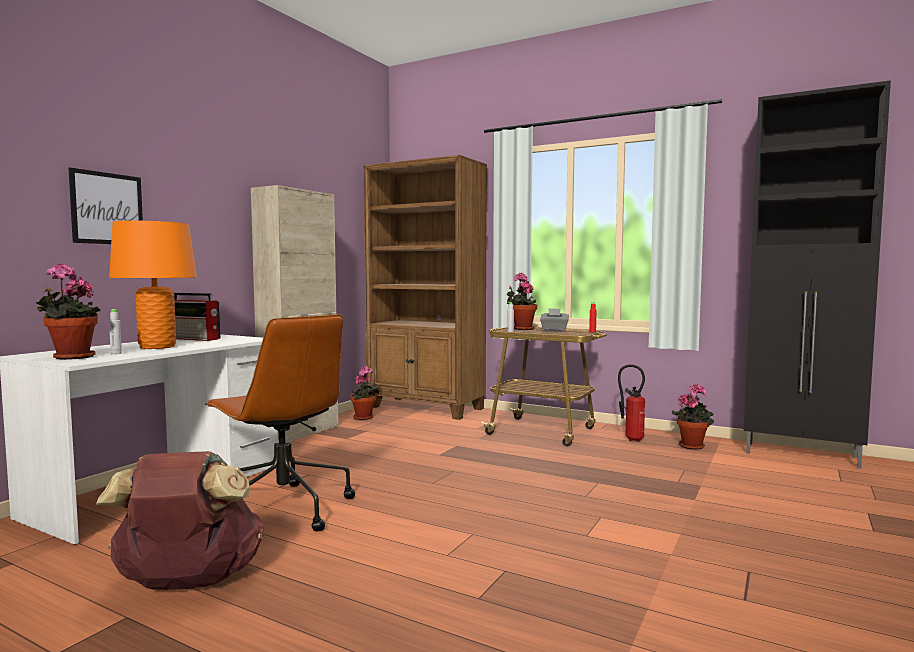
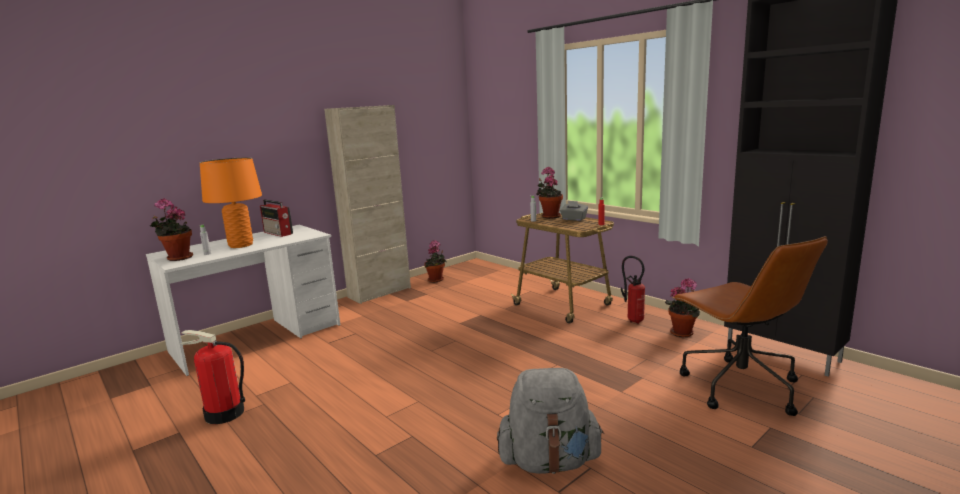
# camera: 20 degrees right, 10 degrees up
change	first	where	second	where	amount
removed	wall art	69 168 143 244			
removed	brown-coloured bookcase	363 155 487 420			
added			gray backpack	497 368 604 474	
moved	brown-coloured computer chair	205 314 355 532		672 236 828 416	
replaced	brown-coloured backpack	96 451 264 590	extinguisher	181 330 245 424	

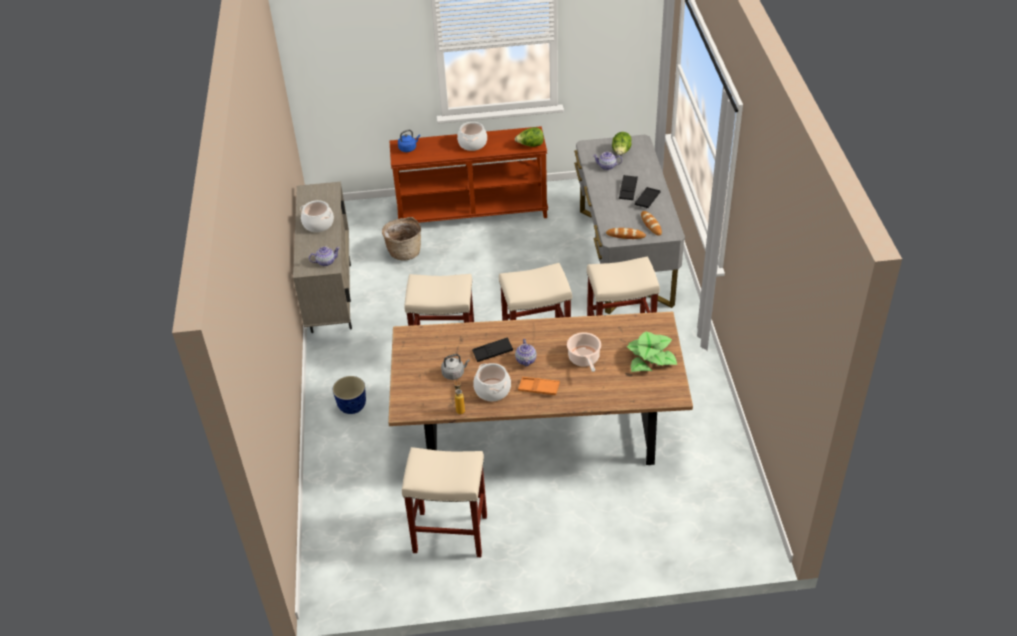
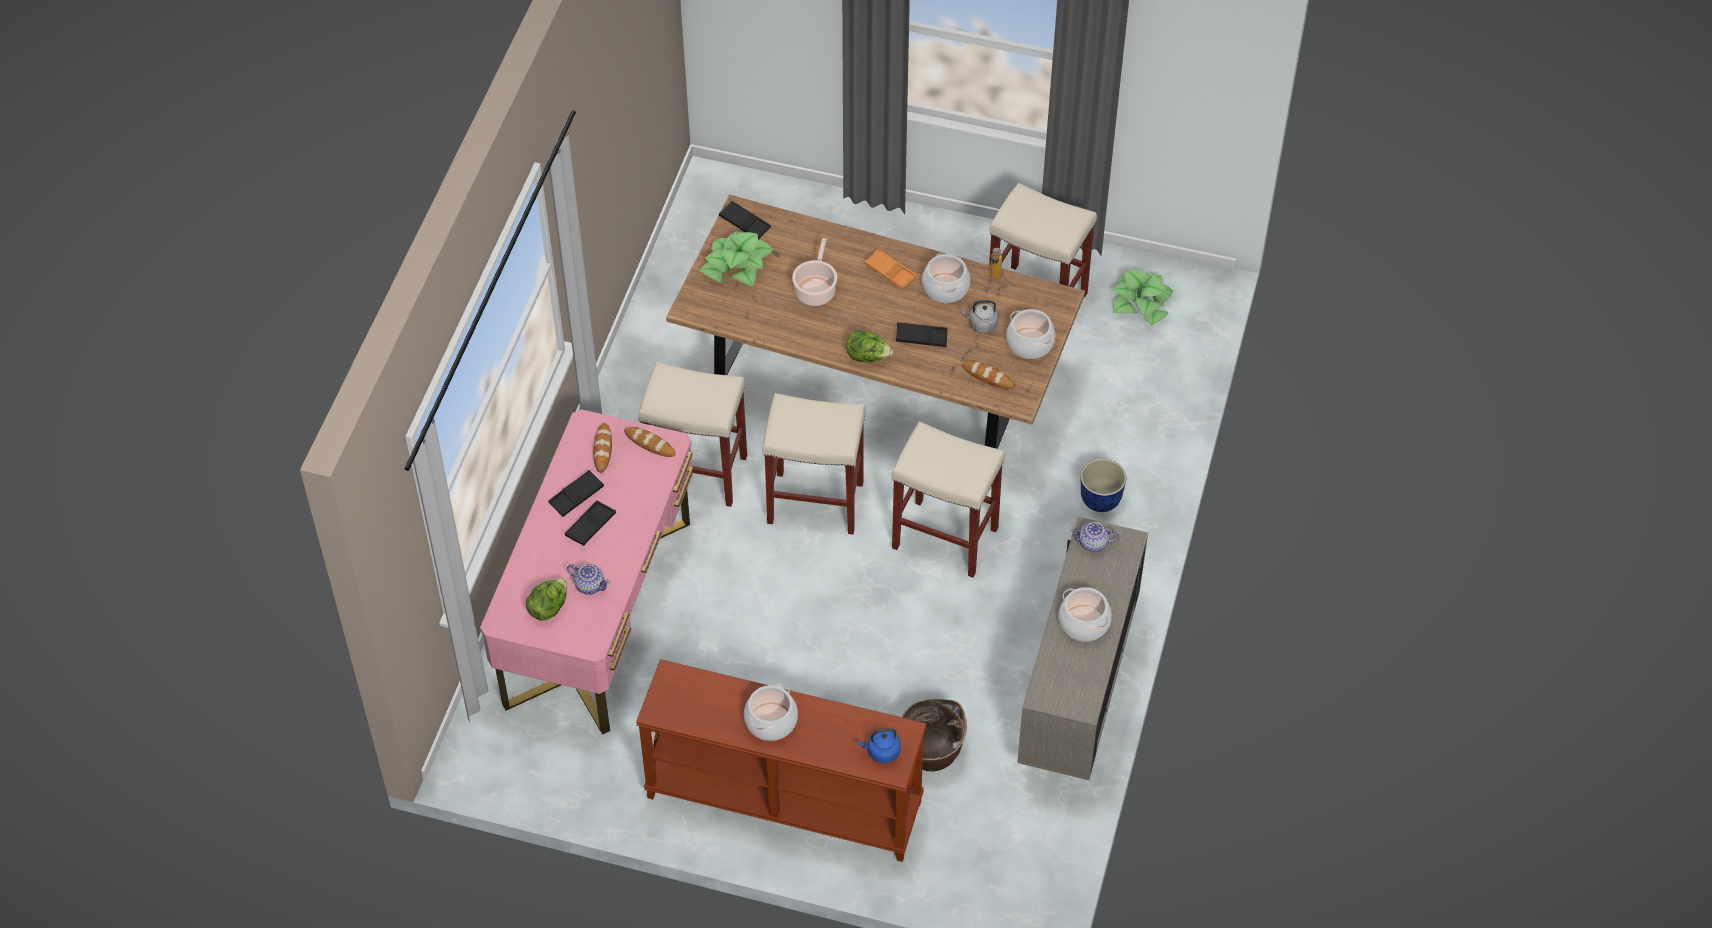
# camera: 160 degrees left, 10 degrees up
change	first	where	second	where	amount
removed	teapot	515 339 537 367			
added			black tray	719 201 771 239	
added			baked bread	962 361 1015 389	
added			stockpot	1006 309 1055 359	
added			plant in a pot	1113 269 1173 326	
moved	head of lettuce	515 127 544 147		846 330 893 363	
recoloured	gray desk unit	574 135 685 314	pink desk unit	480 409 694 735	

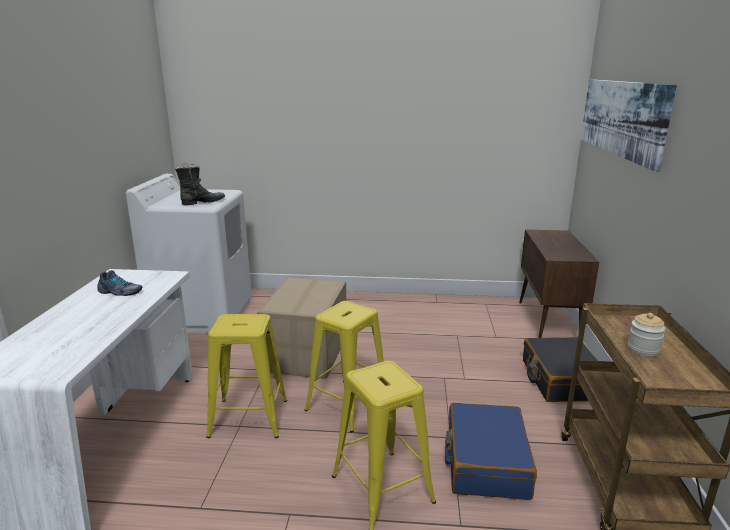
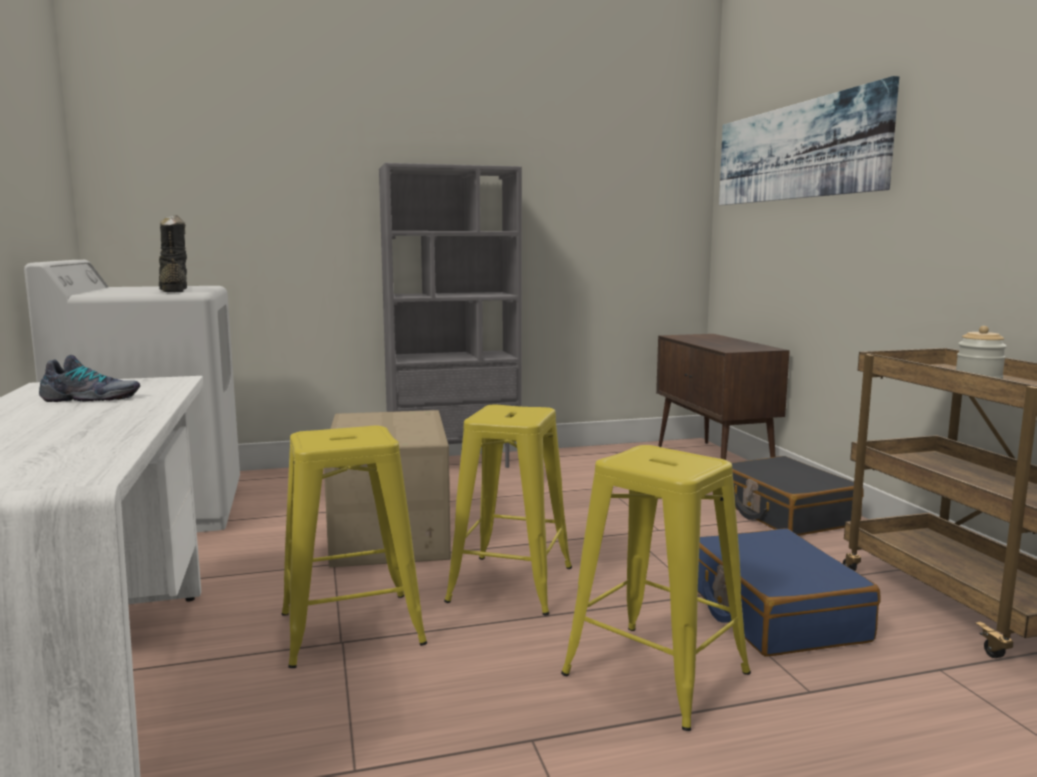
# camera: 20 degrees left, 10 degrees down
change	first	where	second	where	amount
added			gray bookcase	379 163 522 468	
turned	black tall boot	175 163 225 205		159 215 187 292	60 degrees counterclockwise

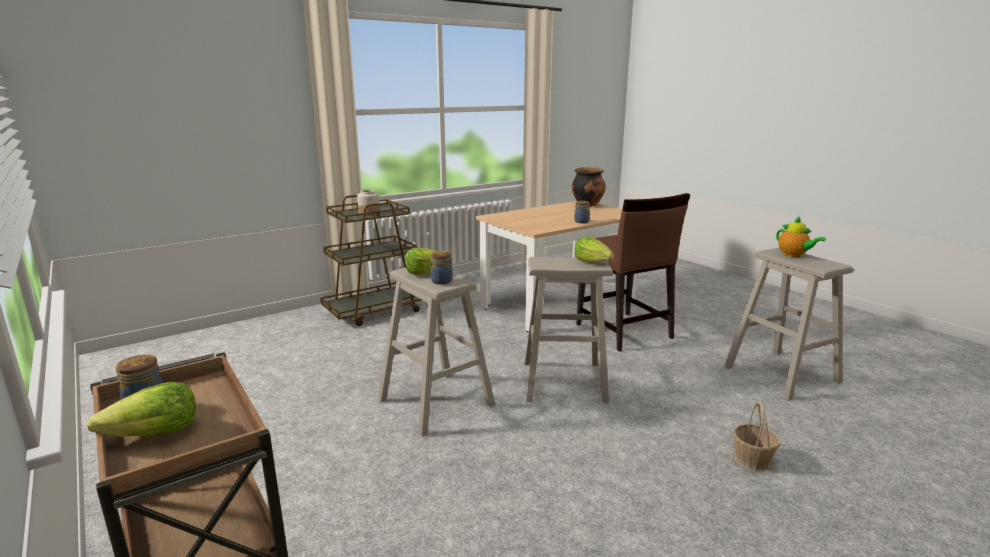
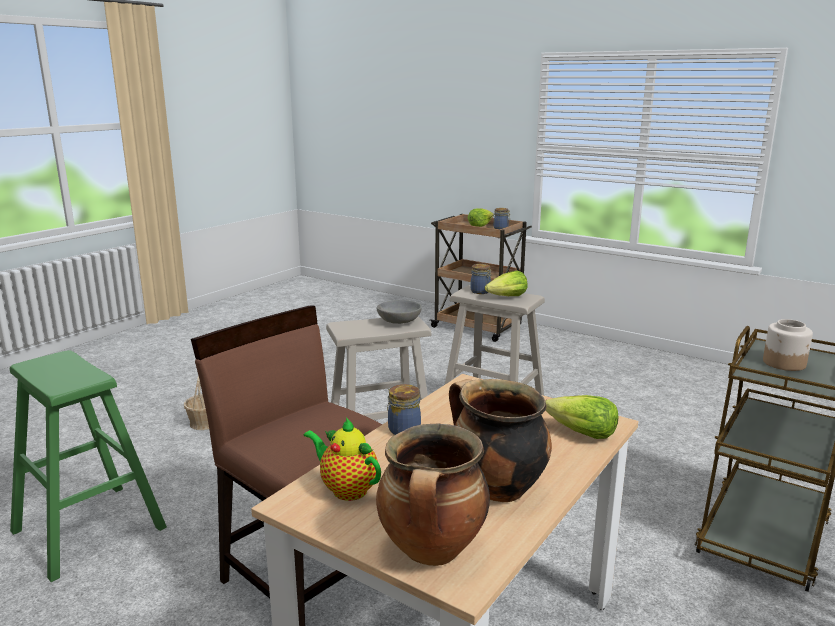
# camera: 160 degrees right, 0 degrees up
change	first	where	second	where	amount
added			gray serving bowl	376 300 422 324	
added			stockpot	449 379 552 502	
moved	head of lettuce	574 237 614 263		545 395 618 439	
moved	teapot	776 216 826 257		304 417 381 501	
recoloured	beige-coloured sitting stool	724 248 853 401	green sitting stool	10 350 167 582	

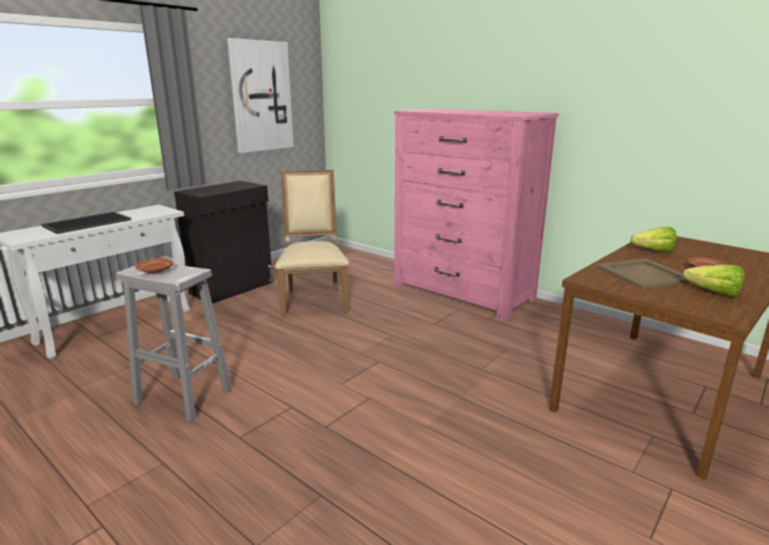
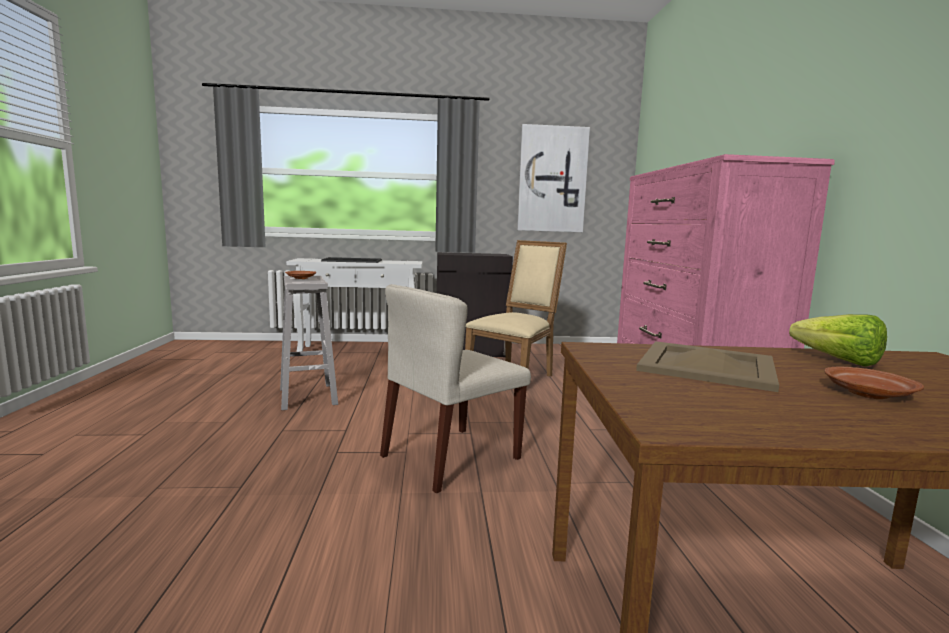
# camera: 45 degrees right, 10 degrees down
change	first	where	second	where	amount
removed	head of lettuce	683 265 745 297			
added			beige-coloured chair	380 284 531 493	

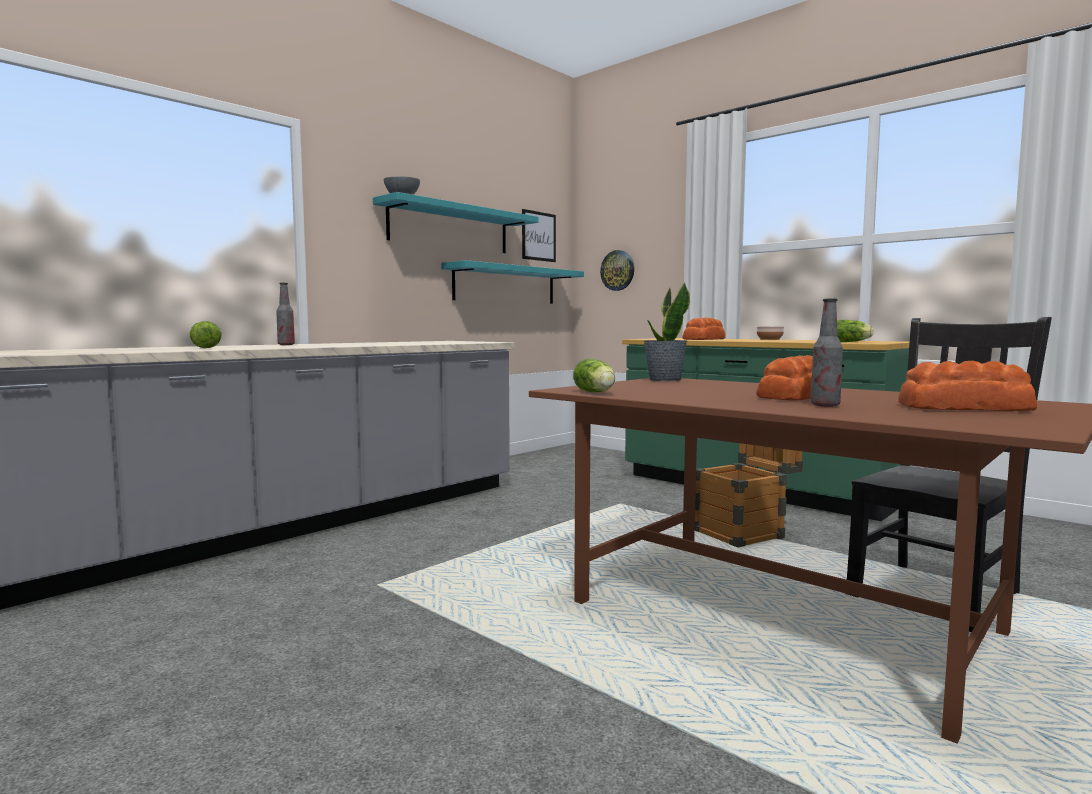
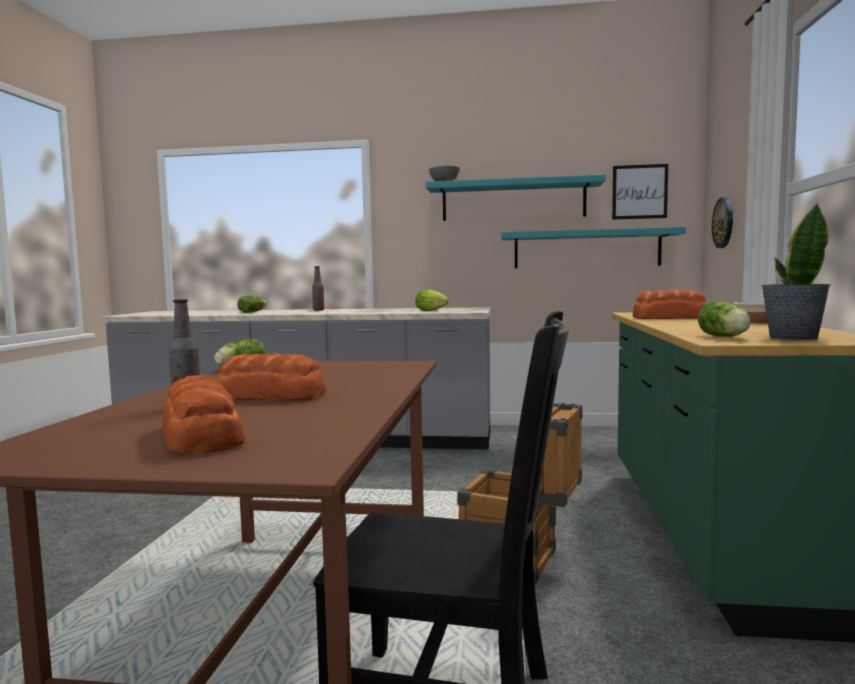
# camera: 55 degrees right, 0 degrees up
change	first	where	second	where	amount
added			head of lettuce	415 289 449 311	
moved	plant in a pot	644 283 690 381		761 204 831 340	

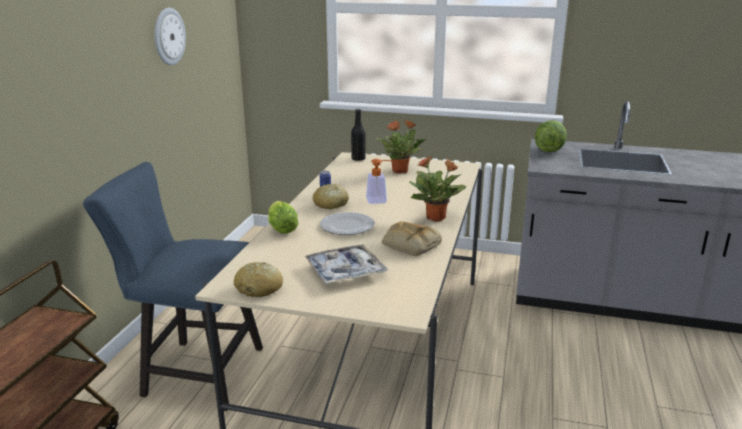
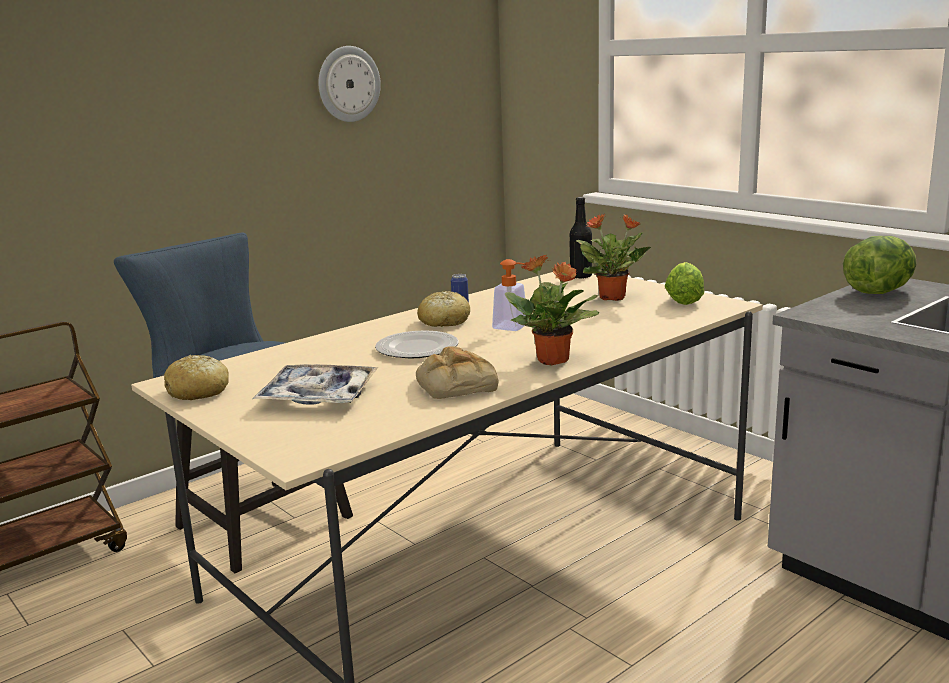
# camera: 35 degrees right, 5 degrees down
change	first	where	second	where	amount
moved	head of lettuce	268 201 299 234		665 262 704 305	

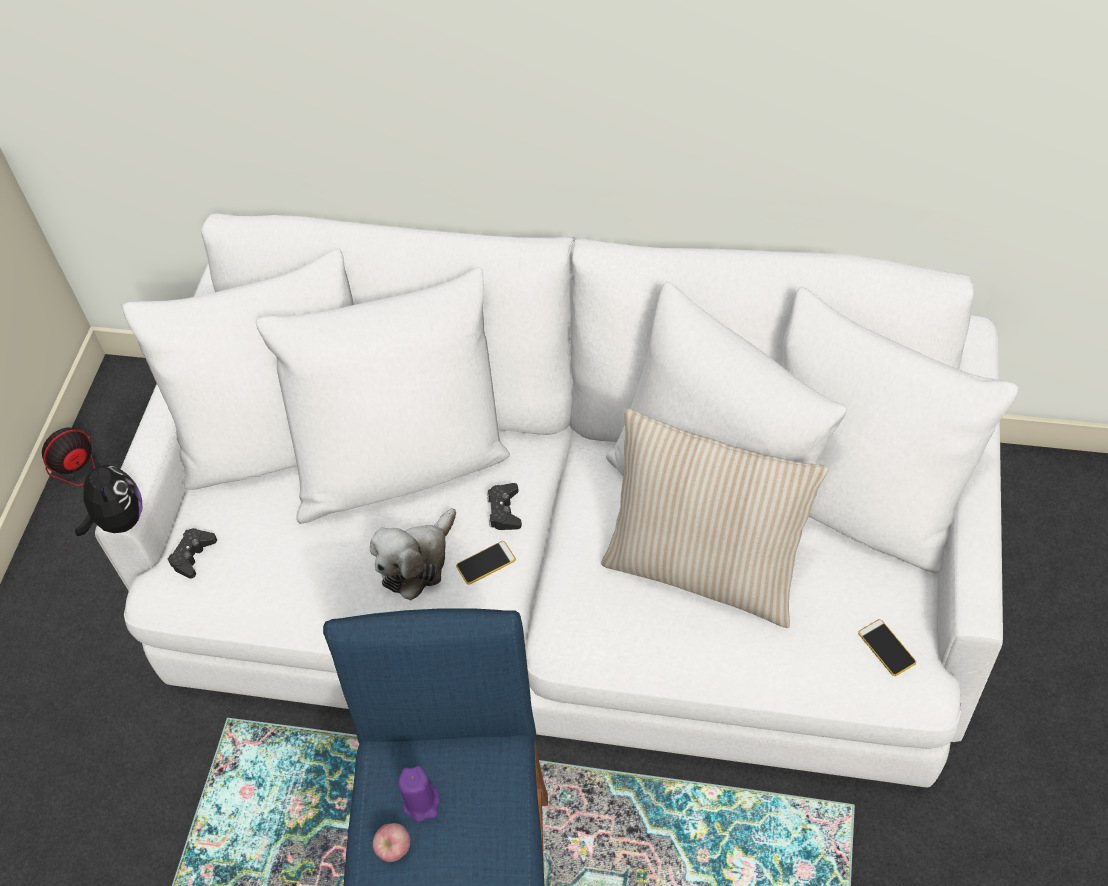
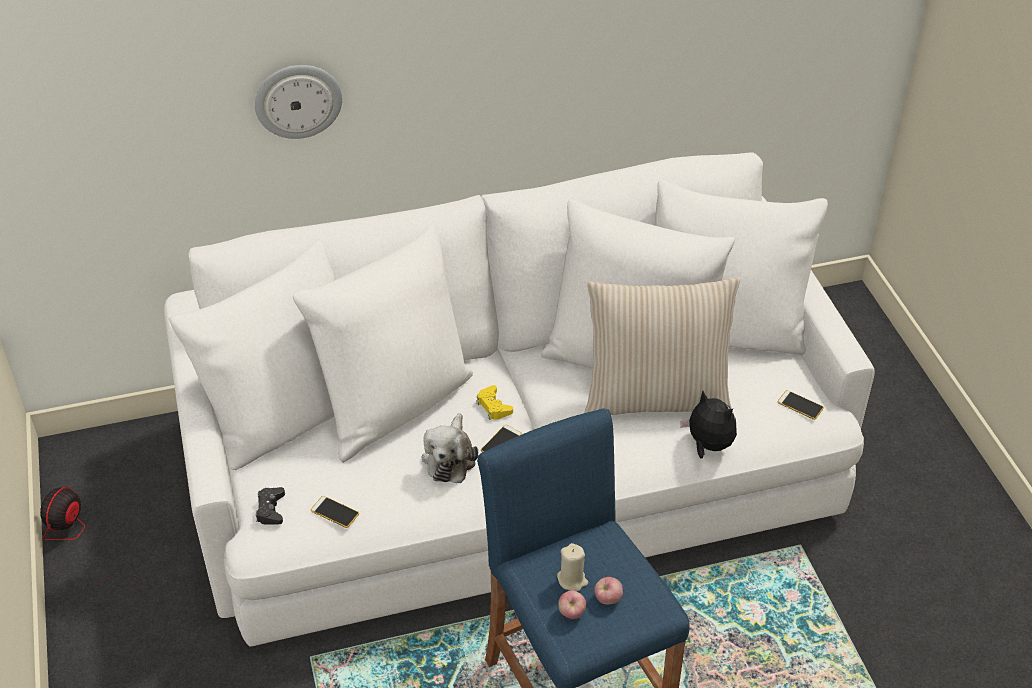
# camera: 30 degrees left, 10 degrees down
change	first	where	second	where	amount
added			clock on the wall	255 65 342 139	
added			telephone	311 496 359 528	
added			apple	594 577 623 605	
moved	plush toy	75 455 143 536		680 391 737 459	
recoloured	purple candle	398 766 440 822	beige-coloured candle	557 543 588 591	
recoloured	black gamepad	487 483 522 530	yellow-coloured gamepad	476 385 513 420	

